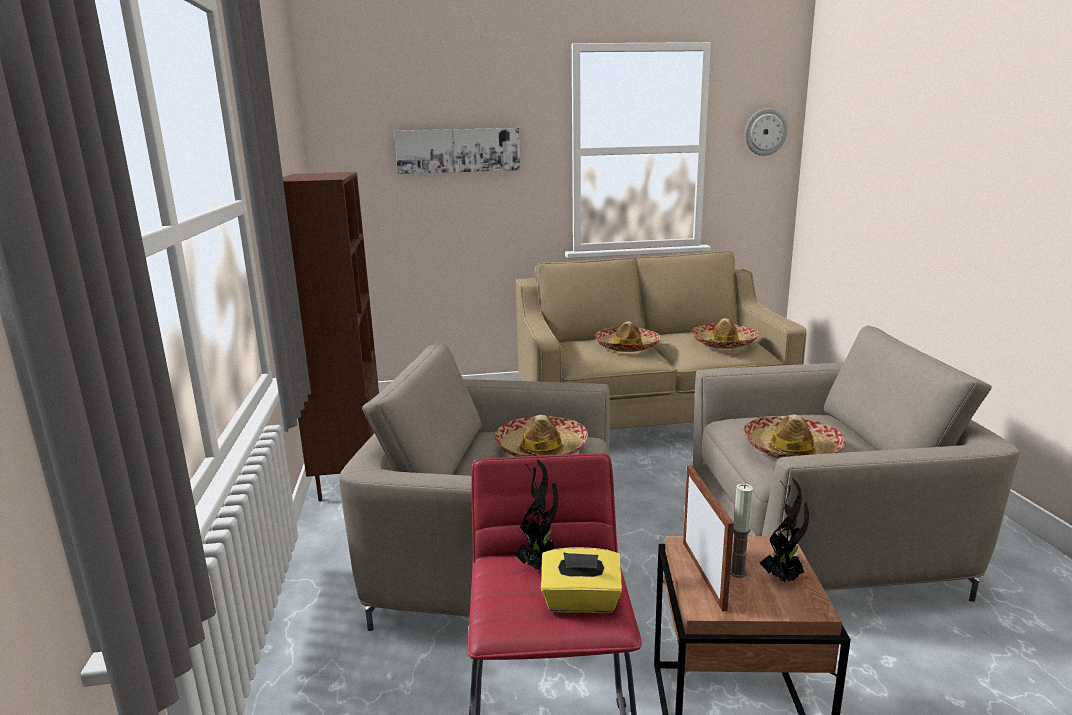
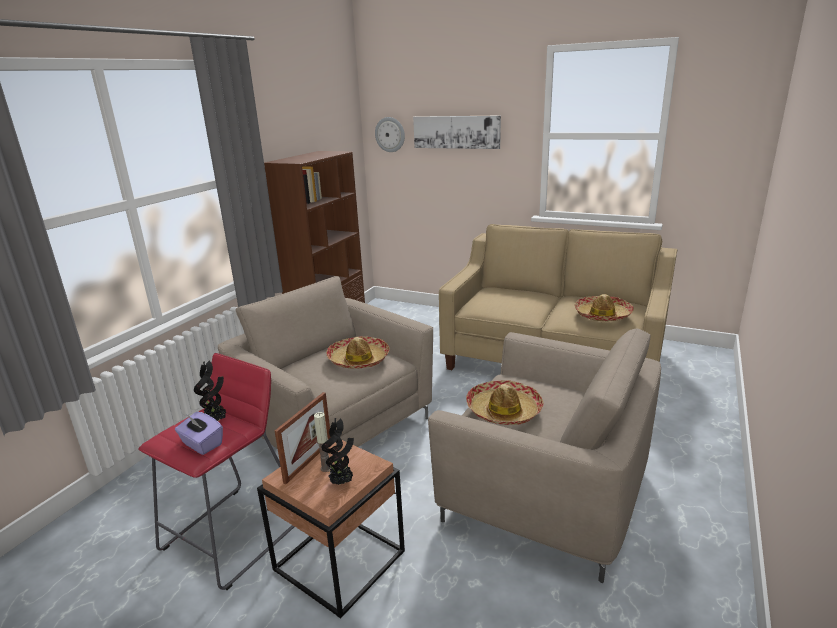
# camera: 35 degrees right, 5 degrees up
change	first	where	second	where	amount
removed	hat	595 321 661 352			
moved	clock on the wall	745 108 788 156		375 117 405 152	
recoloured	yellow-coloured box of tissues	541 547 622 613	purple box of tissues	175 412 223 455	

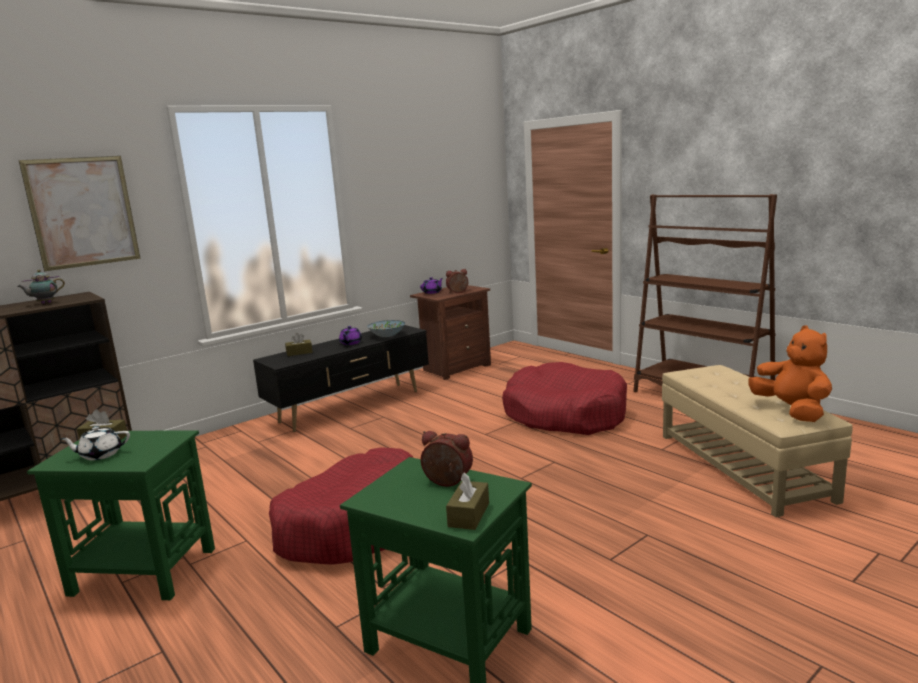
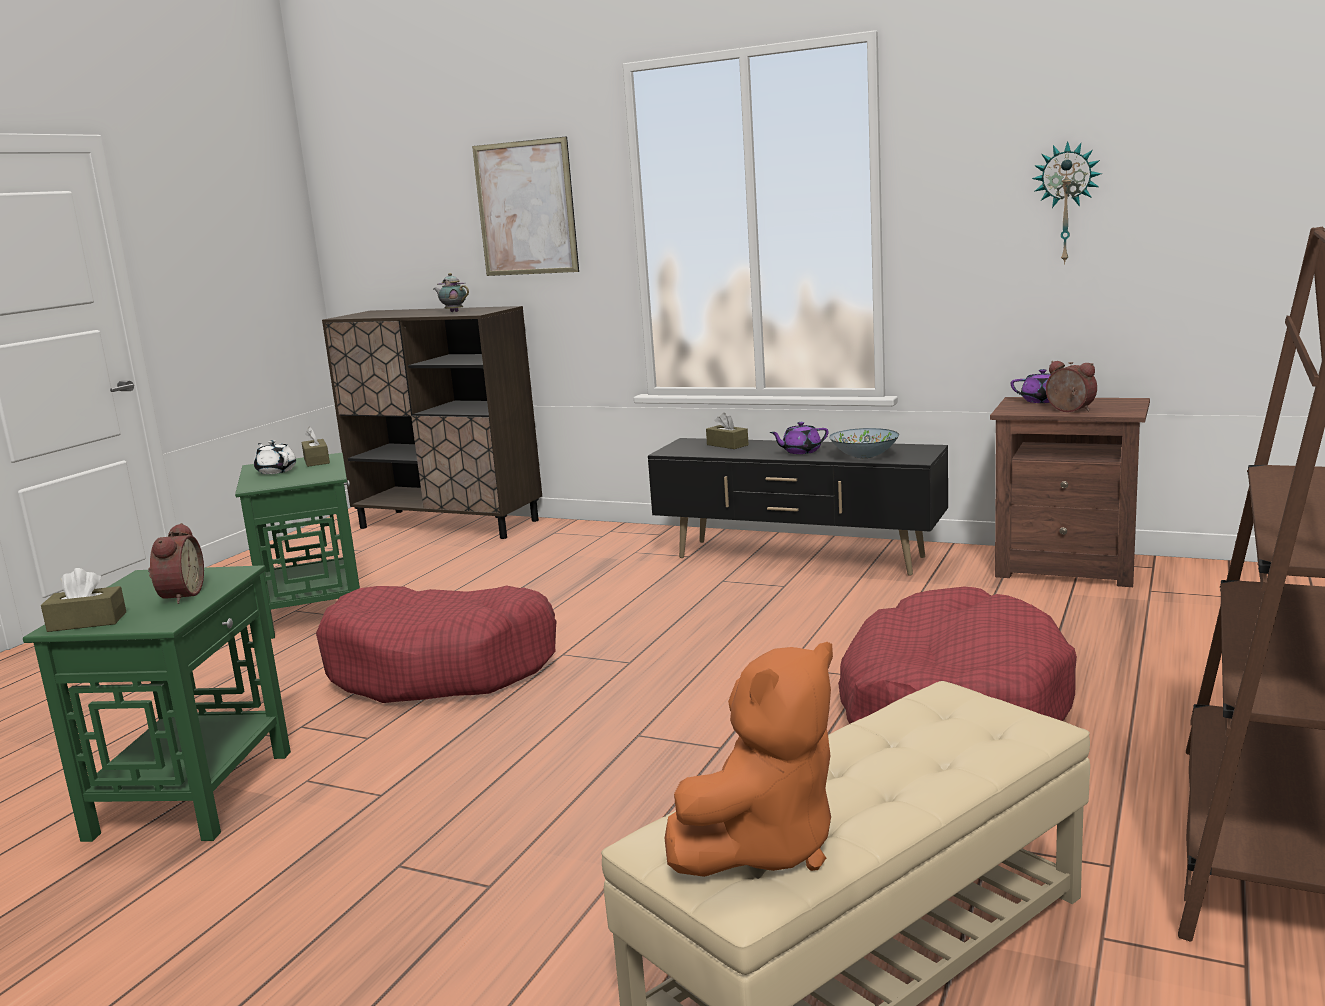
# camera: 65 degrees right, 0 degrees up
change	first	where	second	where	amount
added			clock on the wall	1032 141 1102 265	

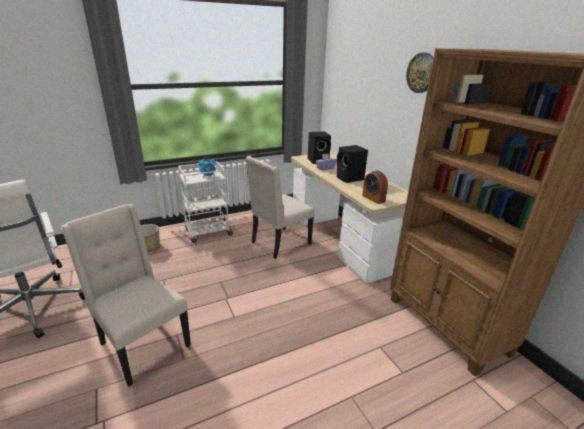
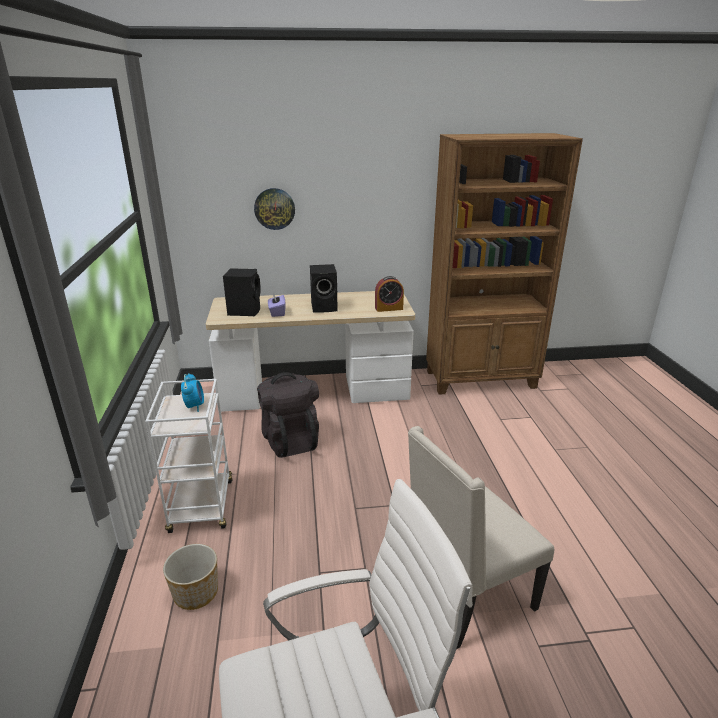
# camera: 70 degrees left, 0 degrees up
change	first	where	second	where	amount
moved	clock on the wall	406 53 433 93		254 188 295 230	
replaced	beige-coloured chair	245 156 315 259	black backpack	257 372 319 458	

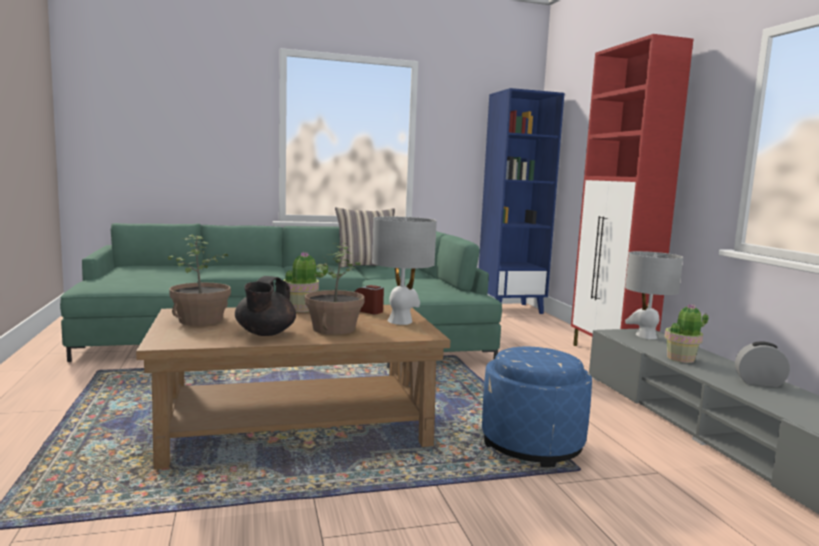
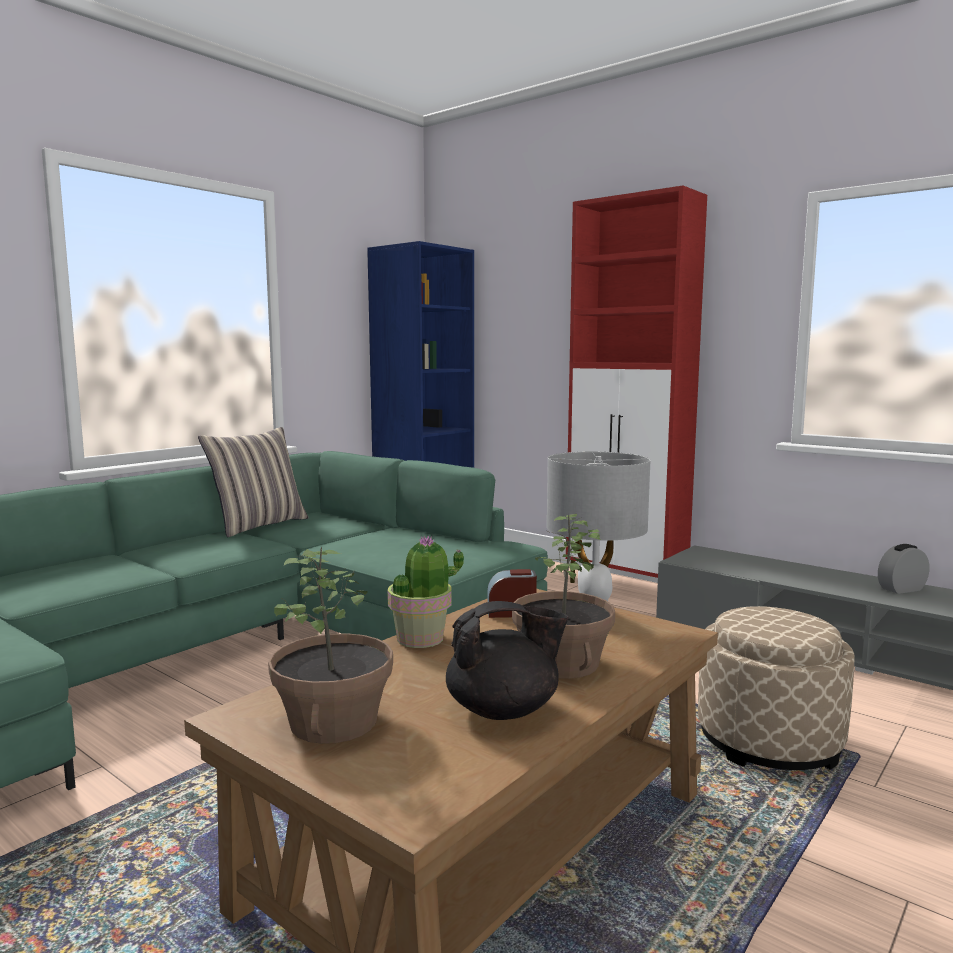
# camera: 35 degrees left, 0 degrees up
change	first	where	second	where	amount
removed	gray lamp for a table	625 251 683 339			
removed	plant in a pot	665 303 708 363			
recoloured	blue ottoman	482 347 592 467	beige-coloured ottoman	698 606 855 770	
turned	black teapot	235 276 296 336		446 601 568 720	75 degrees counterclockwise

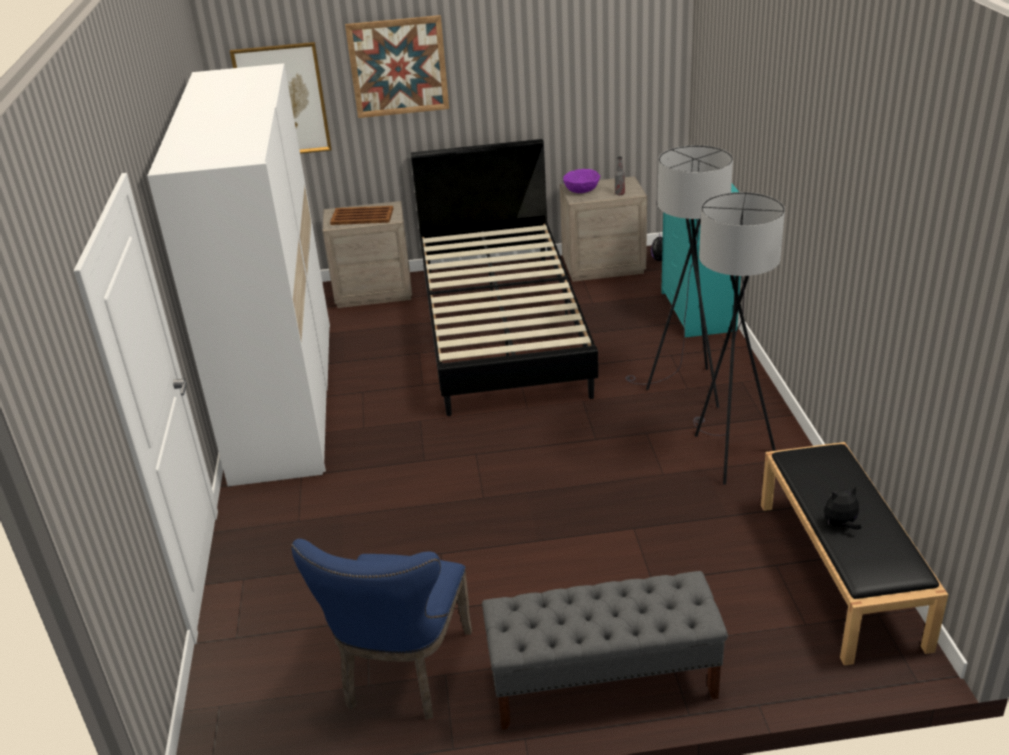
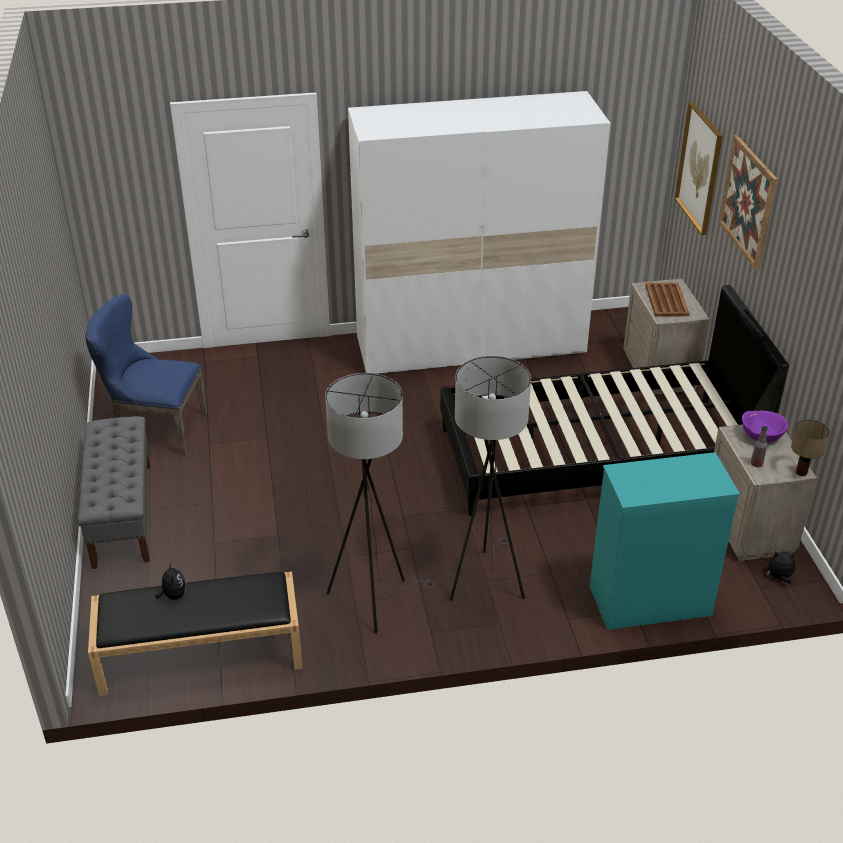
# camera: 85 degrees right, 5 degrees up
change	first	where	second	where	amount
added			lamp for a table	791 419 829 476	

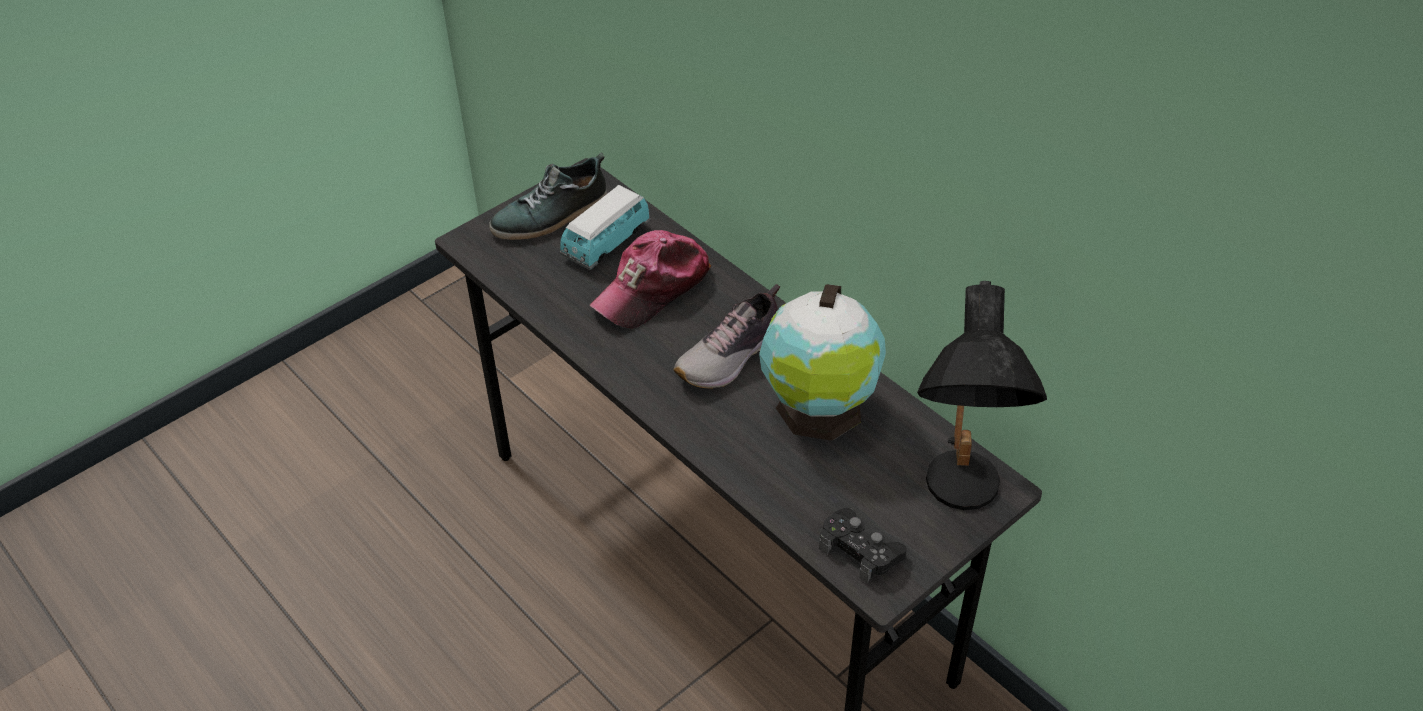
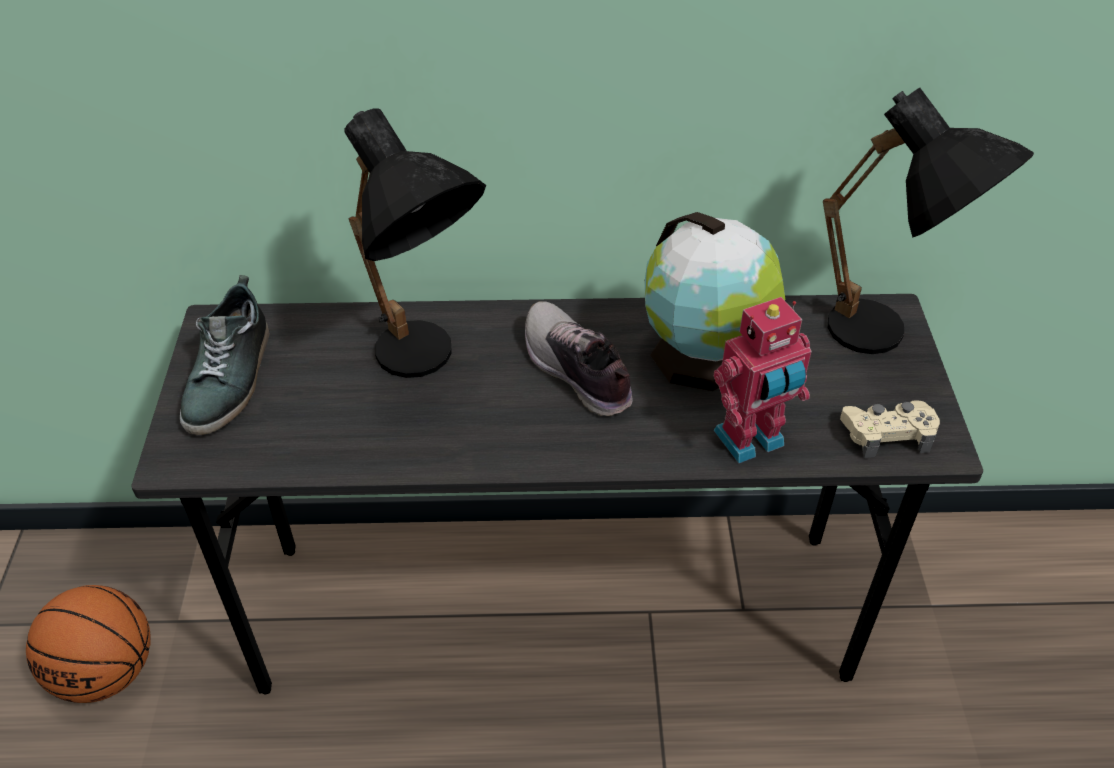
# camera: 50 degrees left, 0 degrees up
change	first	where	second	where	amount
removed	model car	559 185 651 270			
added			ball for basketball	26 585 151 703	
added			toy robot	714 297 812 463	
replaced	cap	590 230 711 328	black lamp for a table	344 108 486 378	
recoloured	black gamepad	819 508 907 583	beige-coloured gamepad	840 400 940 458	
turned	low shoe	674 284 780 389		525 301 633 416	150 degrees clockwise

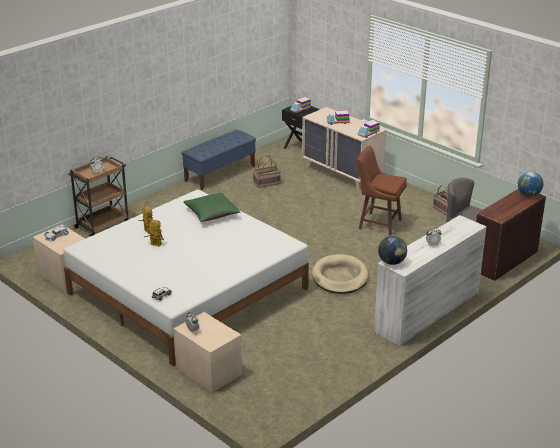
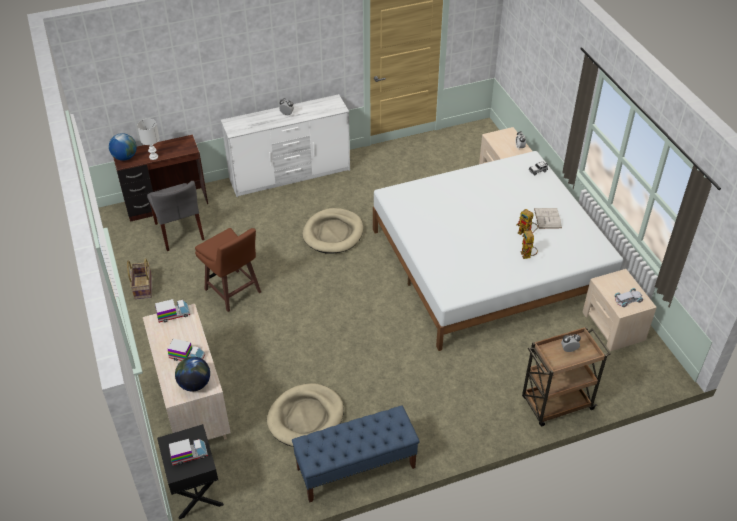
# camera: 155 degrees left, 15 degrees up
change	first	where	second	where	amount
removed	green throw pillow	184 192 240 222			
added			whitish lamp for a table	137 119 160 160	
added			whitish book	534 208 562 229	
moved	world globe	378 236 407 265		175 356 210 391	
replaced	storage basket	253 155 281 188	beige-coloured dog bed	267 383 344 447	

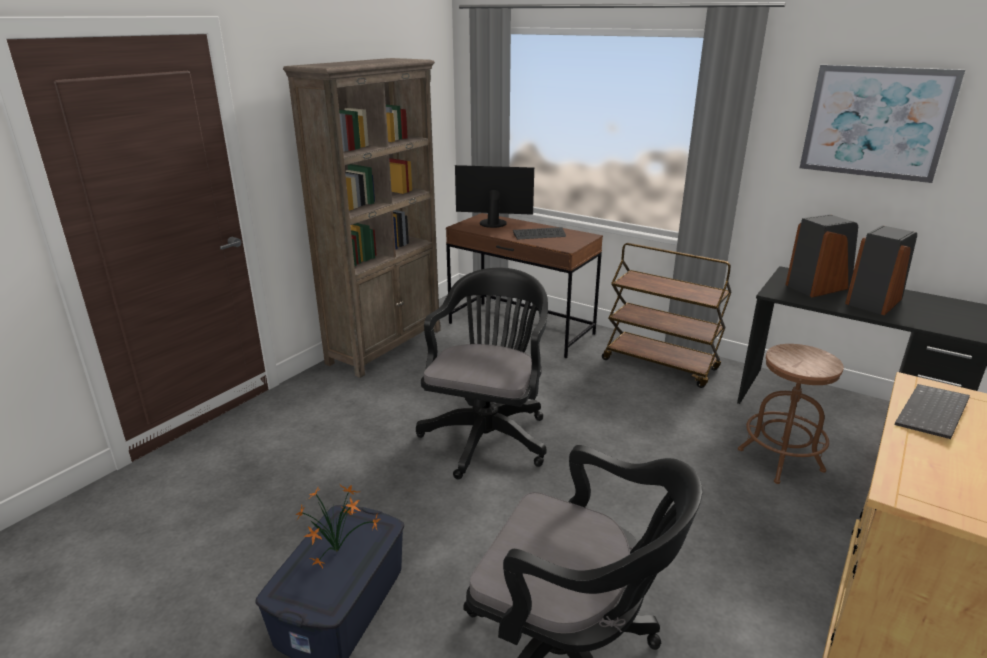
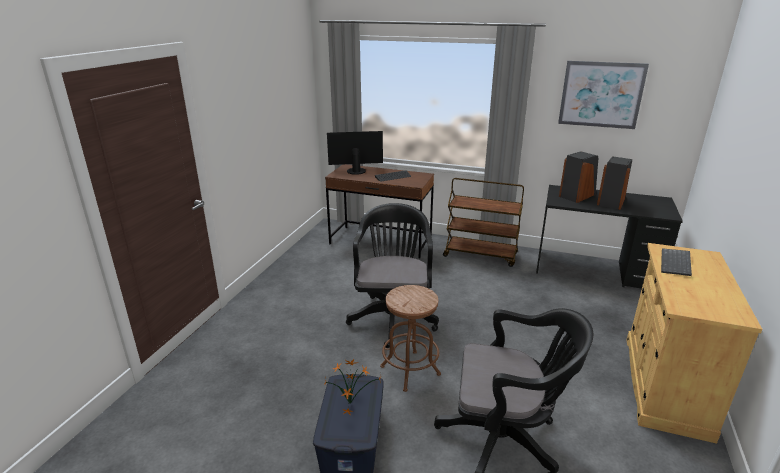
# camera: 15 degrees left, 0 degrees up
change	first	where	second	where	amount
removed	brown-coloured bookcase	283 58 441 378			
moved	brown-coloured sitting stool	738 344 844 484		380 285 441 392	

